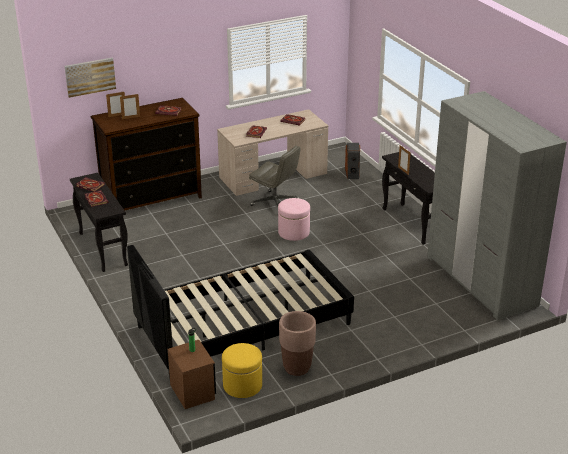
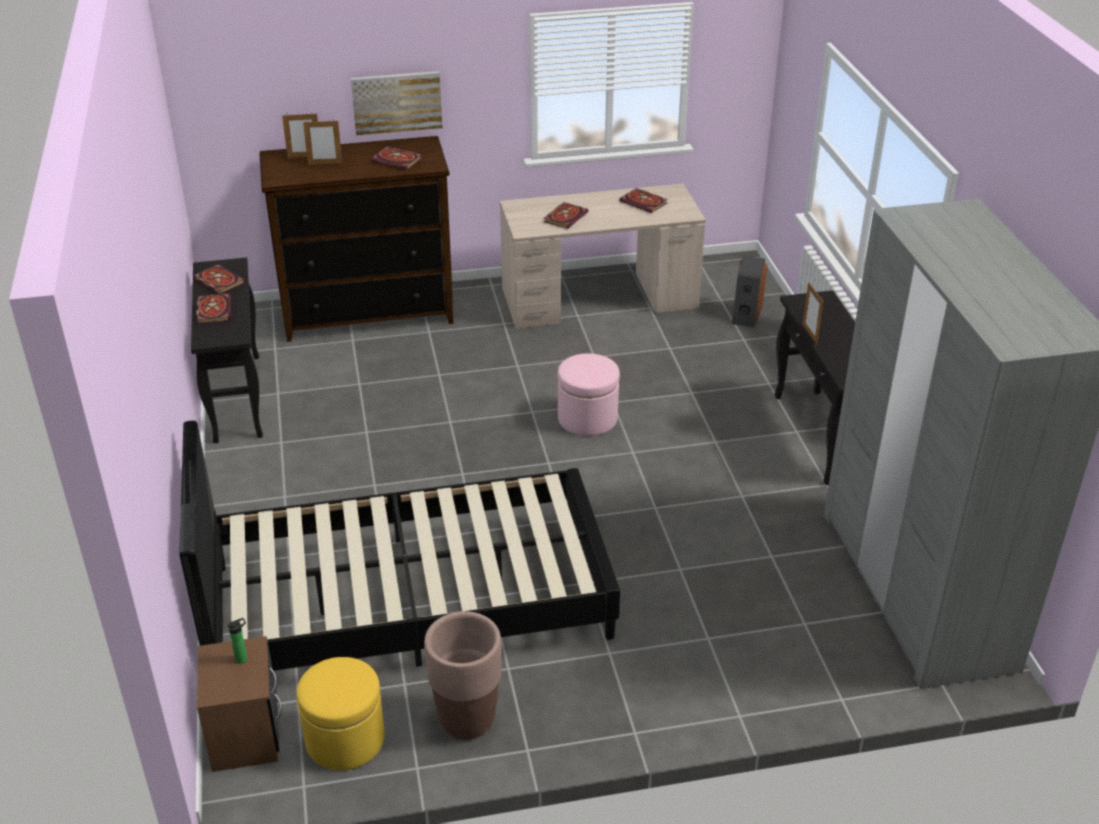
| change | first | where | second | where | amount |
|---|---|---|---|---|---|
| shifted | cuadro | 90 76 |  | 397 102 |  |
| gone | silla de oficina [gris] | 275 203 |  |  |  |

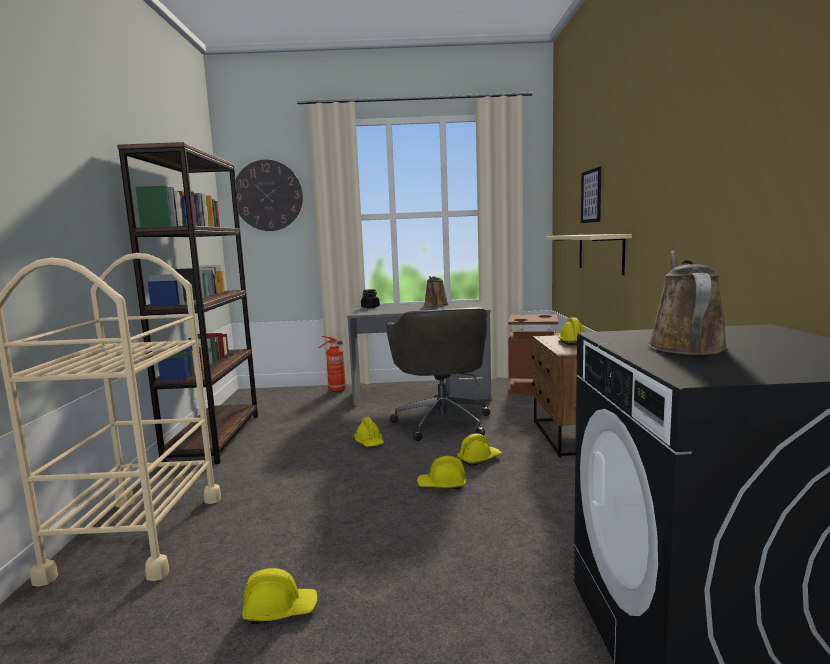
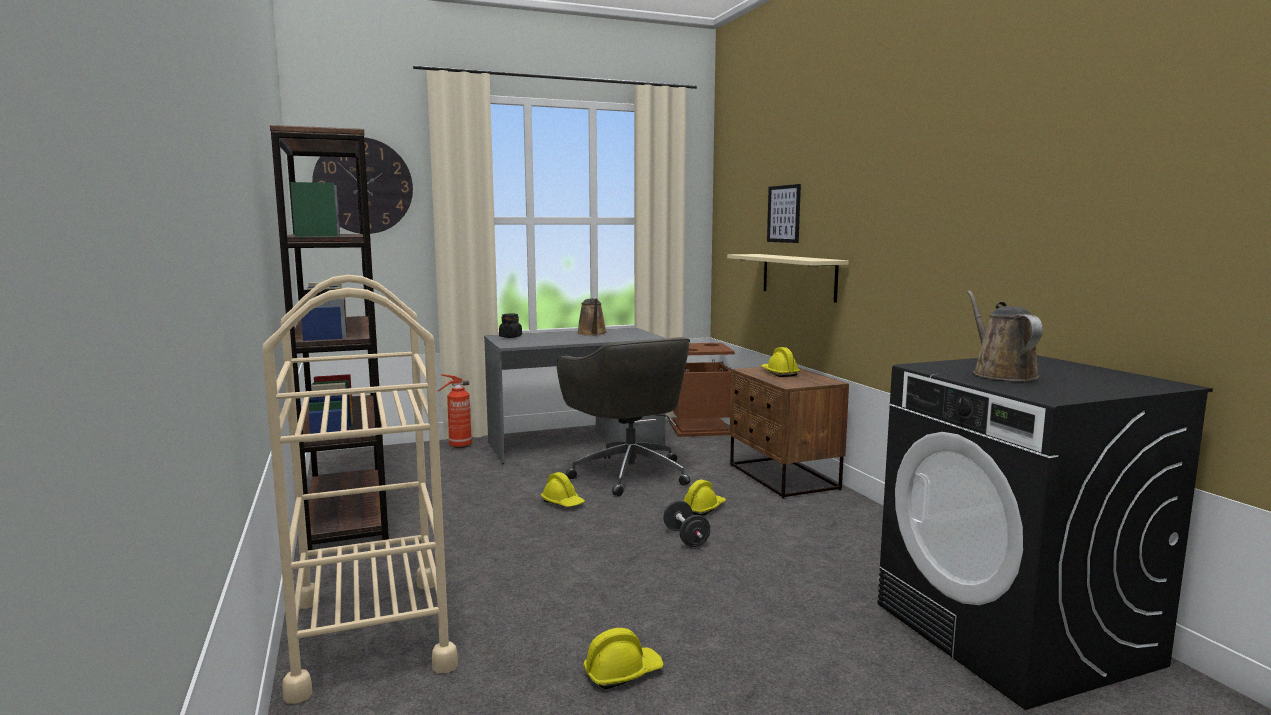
| change | first | where | second | where | amount |
|---|---|---|---|---|---|
| swapped | casco [amarillo] | 442 485 | mancuerna [negro] | 686 538 |  |

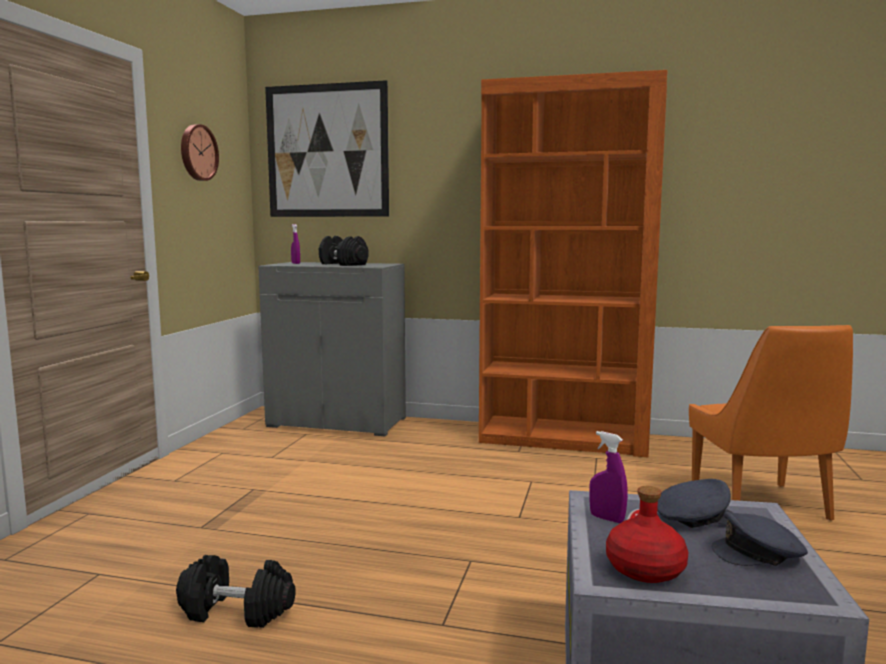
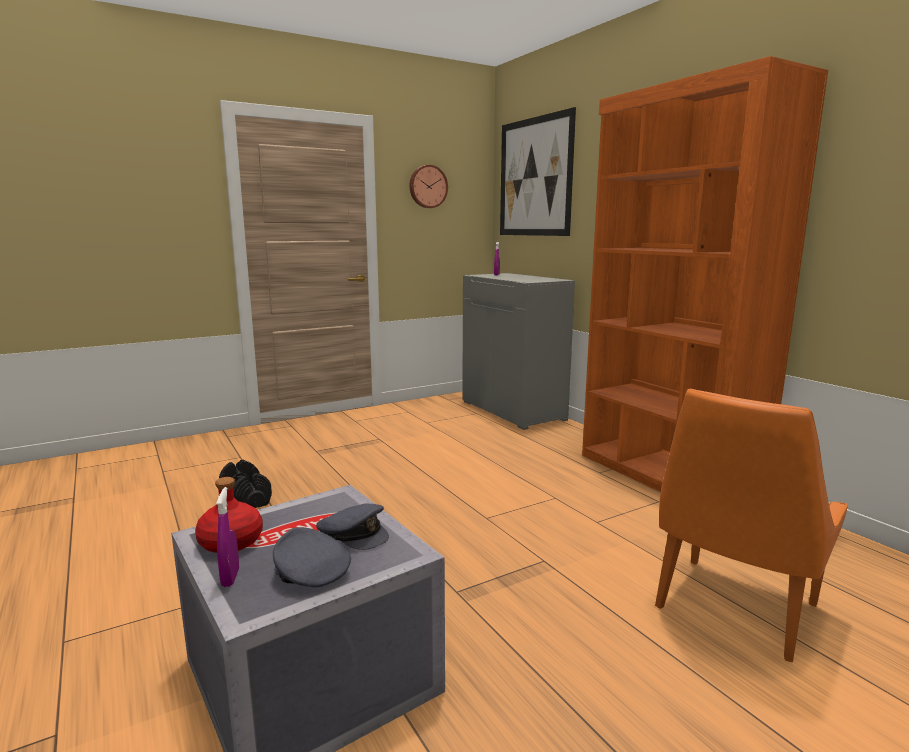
| change | first | where | second | where | amount |
|---|---|---|---|---|---|
| gone | mancuerna [negro] | 342 264 |  |  |  |
| shifted | pulverizador [morado] | 607 518 |  | 230 578 |  |

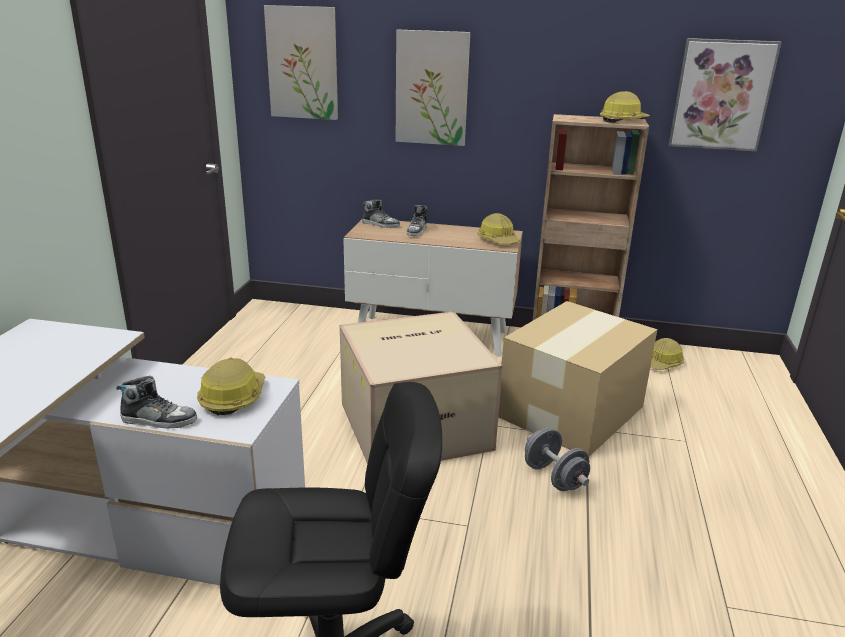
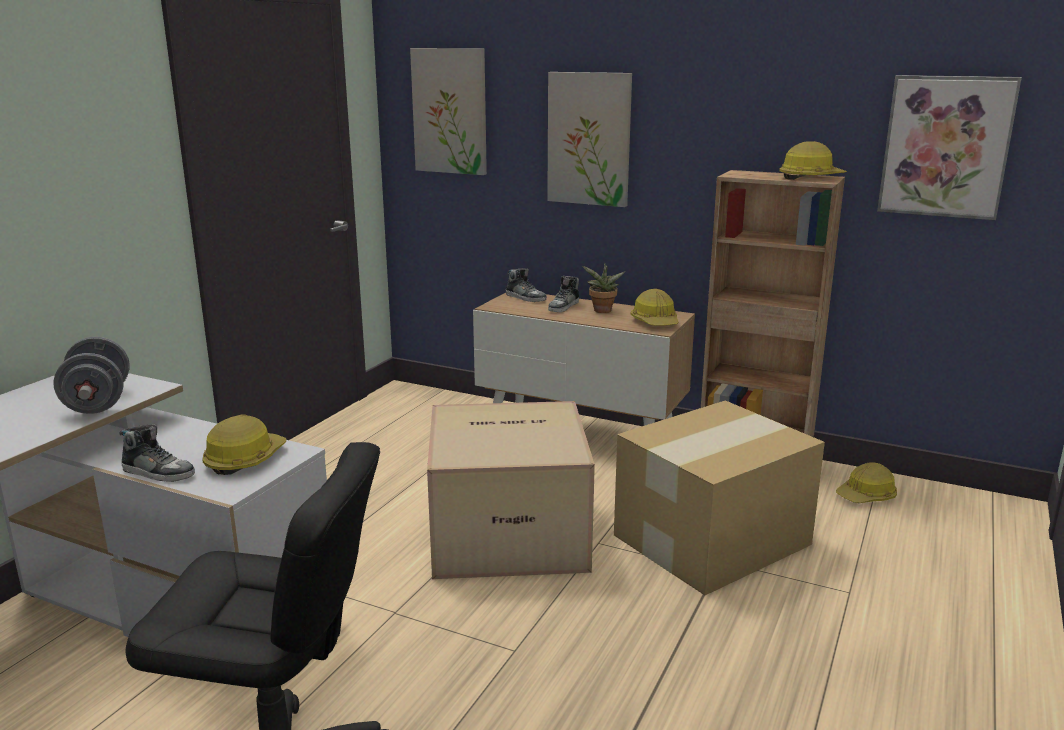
| change | first | where | second | where | amount |
|---|---|---|---|---|---|
| shifted | mancuerna [gris] | 554 477 |  | 98 402 |  |
| new |  |  | planta en maceta | 602 311 |  |

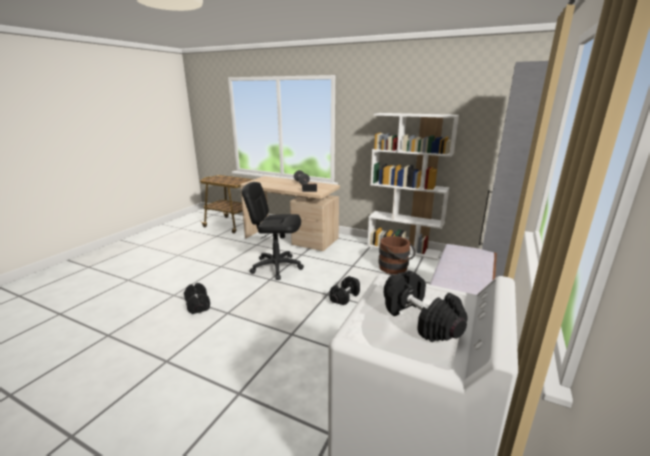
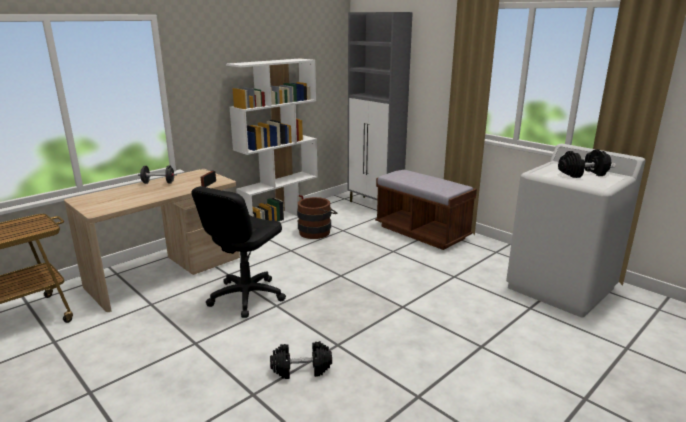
| change | first | where | second | where | amount |
|---|---|---|---|---|---|
| gone | mancuerna [negro] | 345 297 |  |  |  |

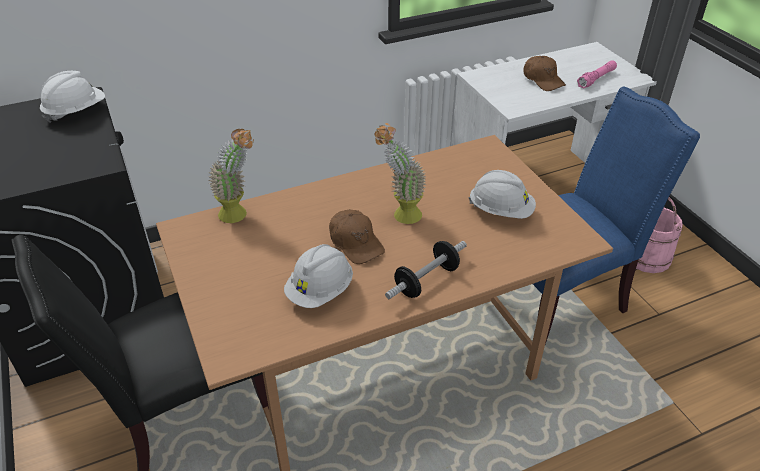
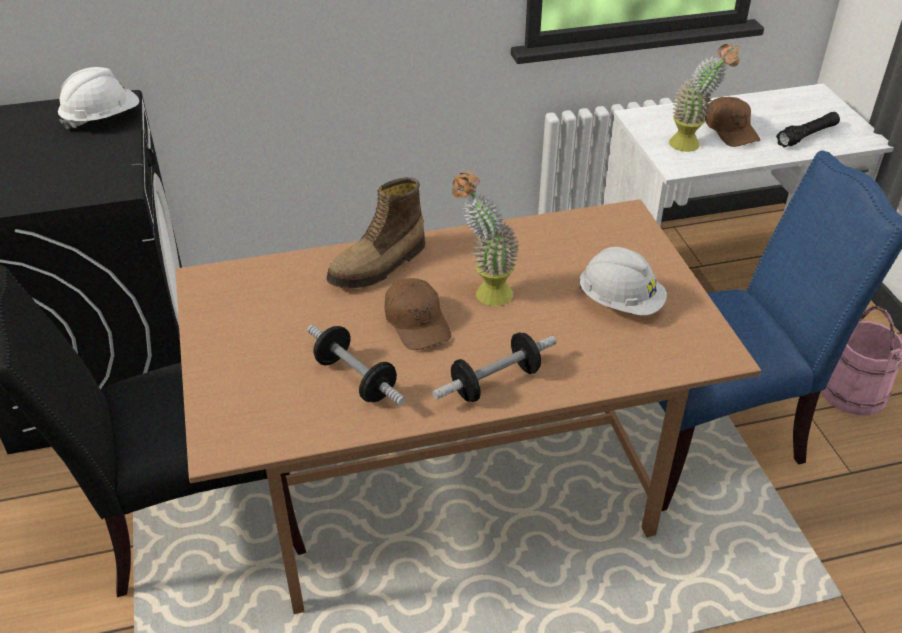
| change | first | where | second | where | amount |
|---|---|---|---|---|---|
| repainted | linterna [rosa] | 596 79 | linterna [negro] | 807 136 |  |
| shifted | planta en maceta | 240 215 |  | 692 145 |  |
| swapped | casco [blanco] | 320 291 | mancuerna | 356 379 |  |
| new |  |  | bota | 379 266 |  |

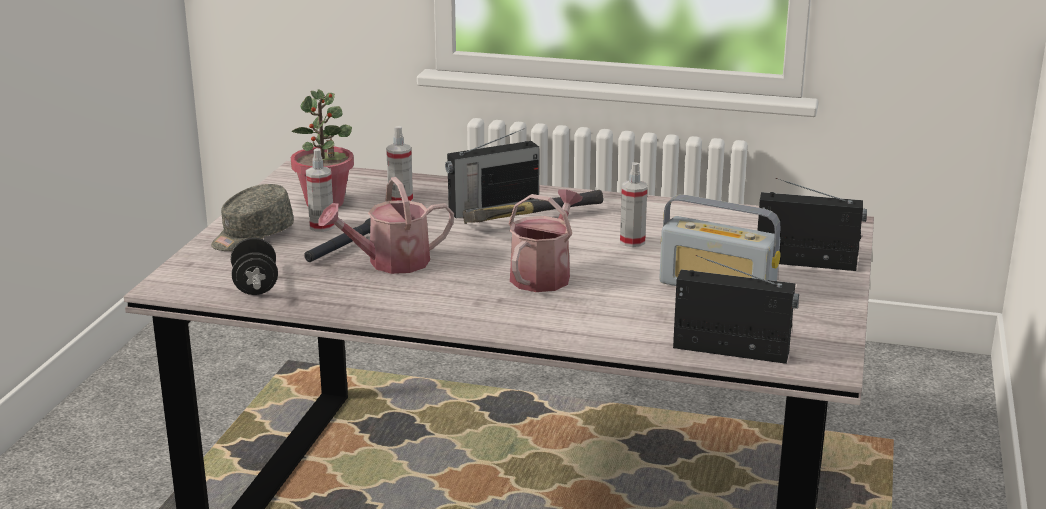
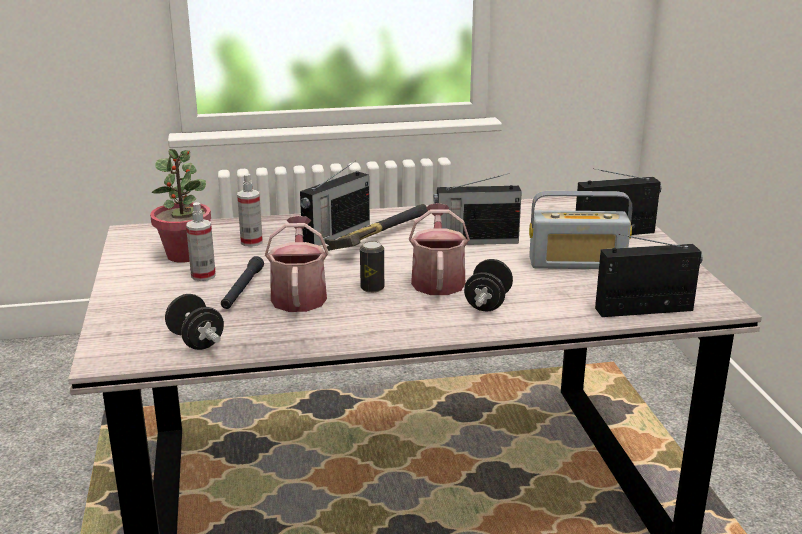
| change | first | where | second | where | amount |
|---|---|---|---|---|---|
| swapped | pulverizador | 632 241 | radio | 475 241 |  |
| rotated | regadera | 390 263 |  | 299 295 | 135 degrees clockwise |
| gone | gorra [gris] | 252 236 |  |  |  |
| new |  |  | lata | 372 288 |  |
| new |  |  | mancuerna [negro] | 488 303 |  |

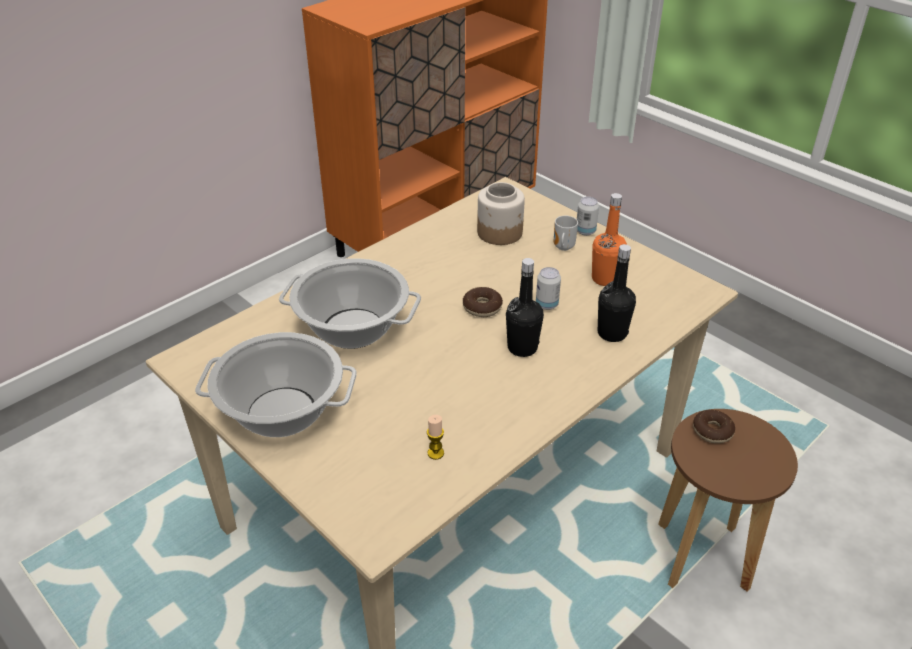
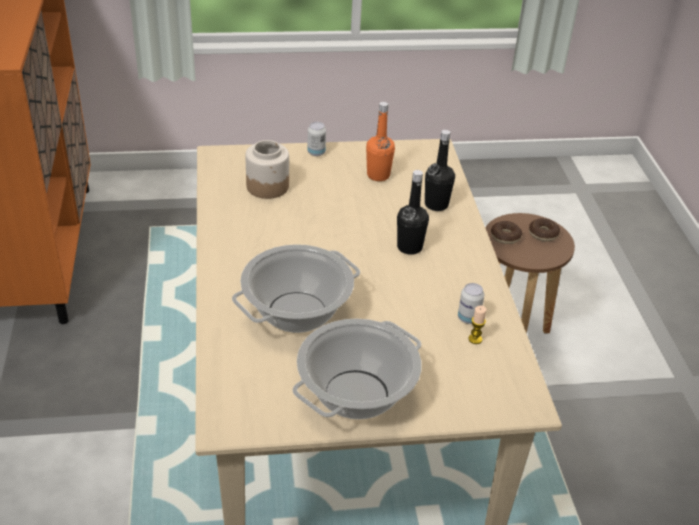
| change | first | where | second | where | amount |
|---|---|---|---|---|---|
| gone | taza grande | 562 248 |  |  |  |
| shifted | lata | 546 304 |  | 468 318 |  |
| shifted | rosquilla | 482 307 |  | 543 234 |  |

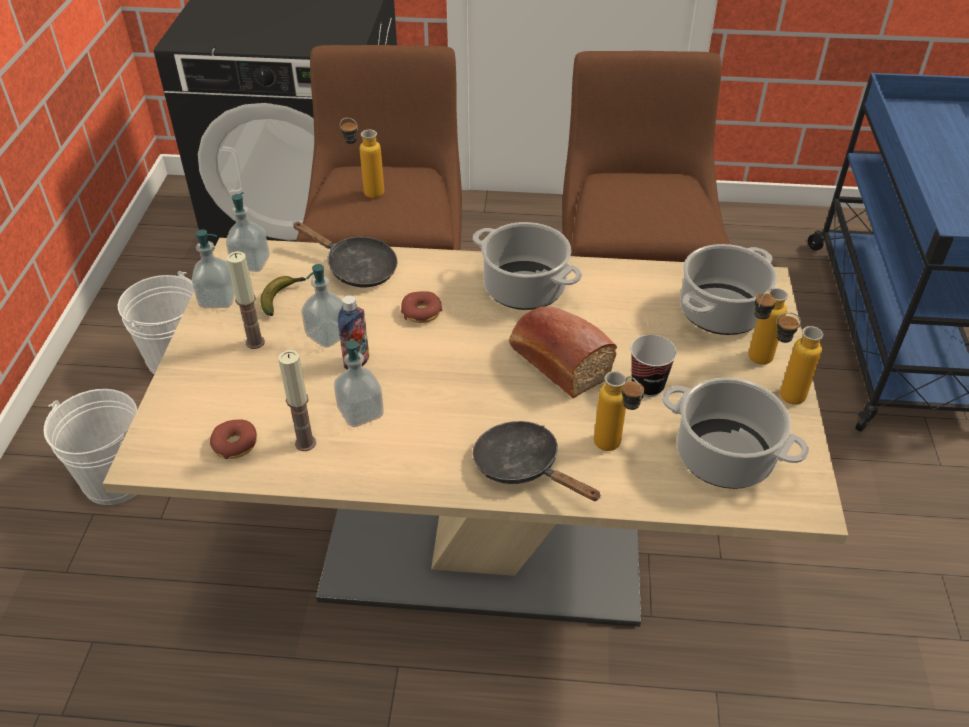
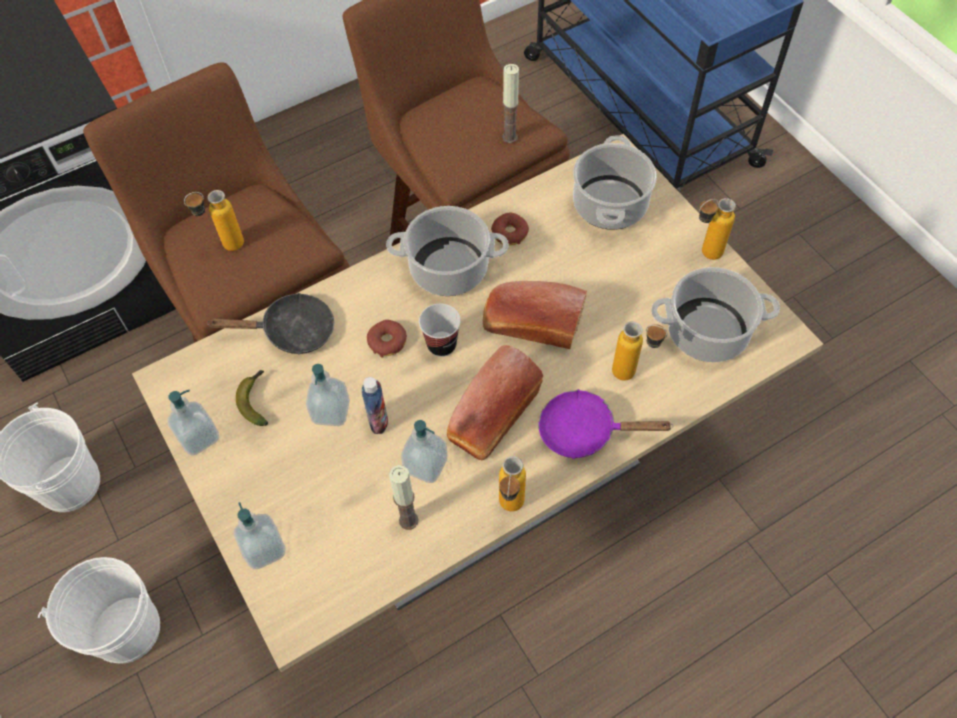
| change | first | where | second | where | amount |
|---|---|---|---|---|---|
| shifted | dispensador de jabón | 251 263 |  | 264 549 |  |
| shifted | vela | 255 342 |  | 510 137 |  |
| shifted | botella | 754 362 |  | 510 510 |  |
| shifted | taza | 647 386 |  | 441 345 |  |
| shifted | rosquilla | 235 444 |  | 510 233 |  |
| repainted | sartén [negro] | 523 467 | sartén [morado] | 584 431 |  |
| new |  |  | pan | 491 417 |  |

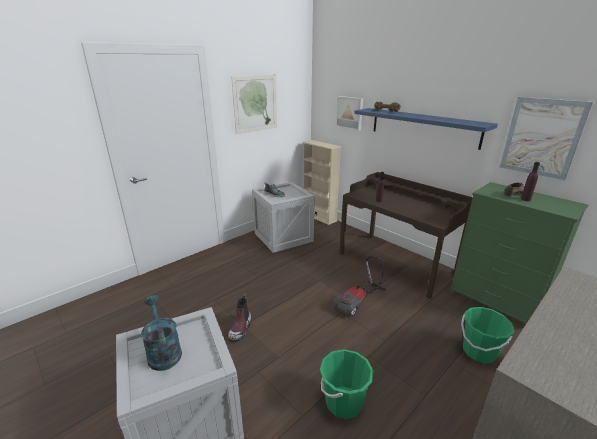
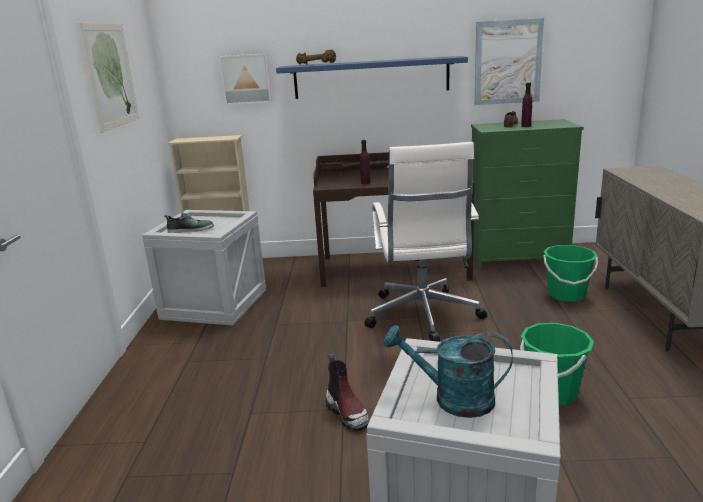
| change | first | where | second | where | amount |
|---|---|---|---|---|---|
| swapped | aspiradora | 358 303 | silla de oficina [blanco] | 423 316 |  |

